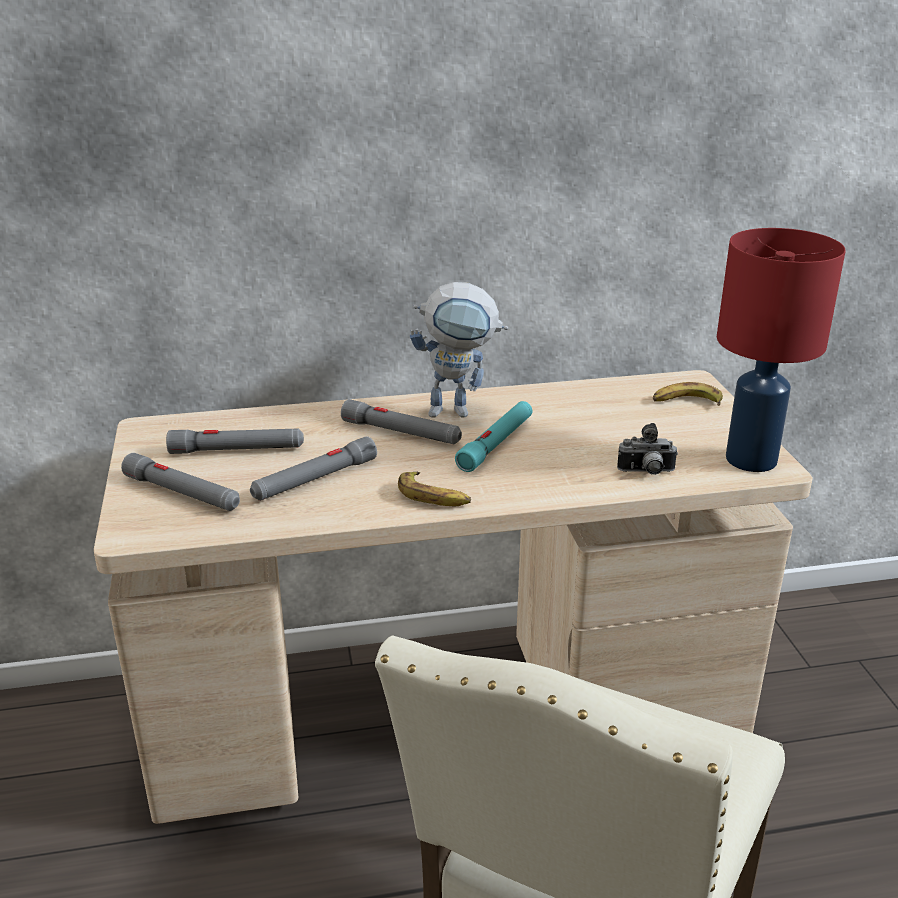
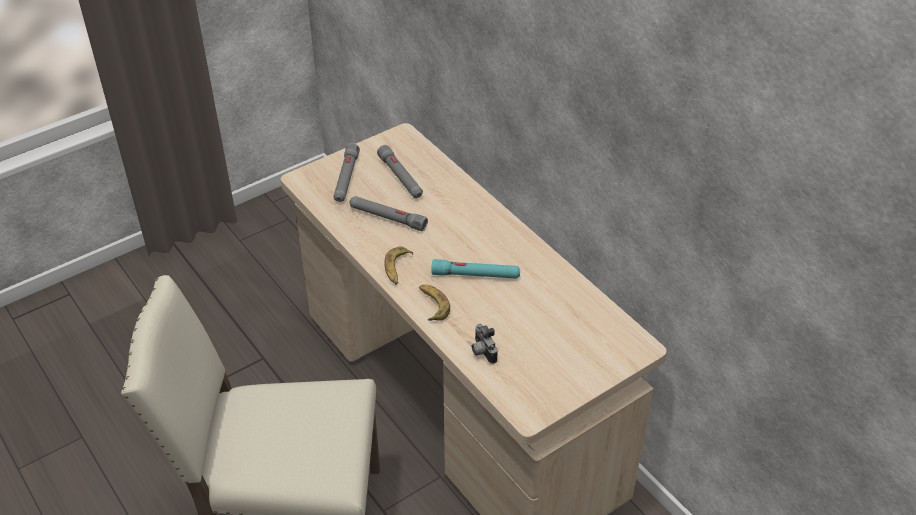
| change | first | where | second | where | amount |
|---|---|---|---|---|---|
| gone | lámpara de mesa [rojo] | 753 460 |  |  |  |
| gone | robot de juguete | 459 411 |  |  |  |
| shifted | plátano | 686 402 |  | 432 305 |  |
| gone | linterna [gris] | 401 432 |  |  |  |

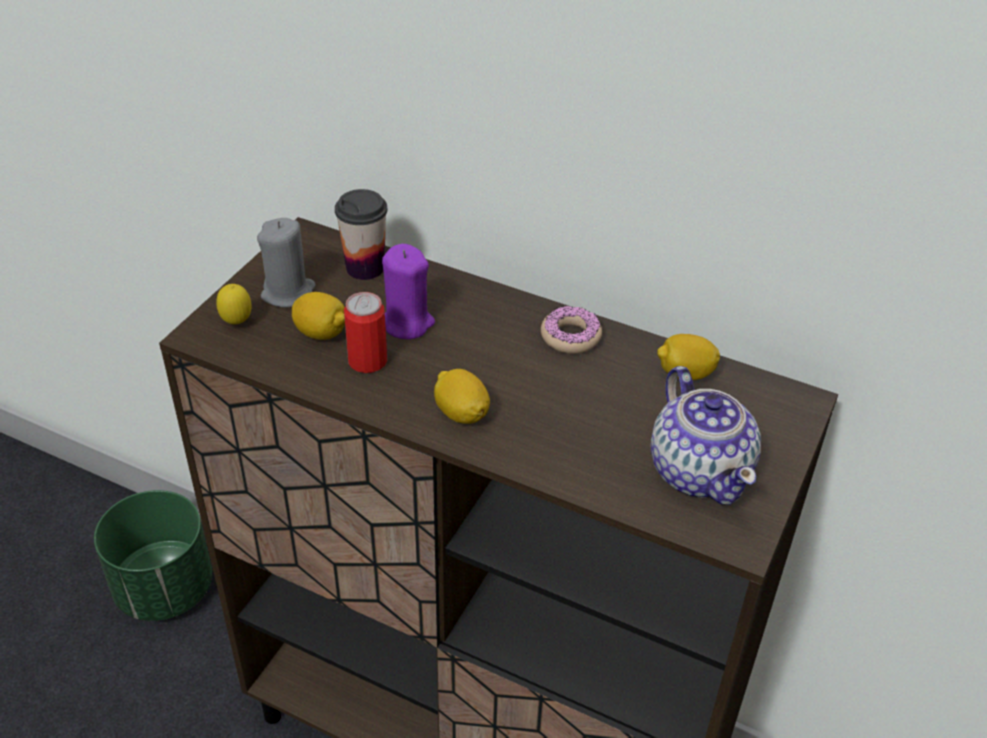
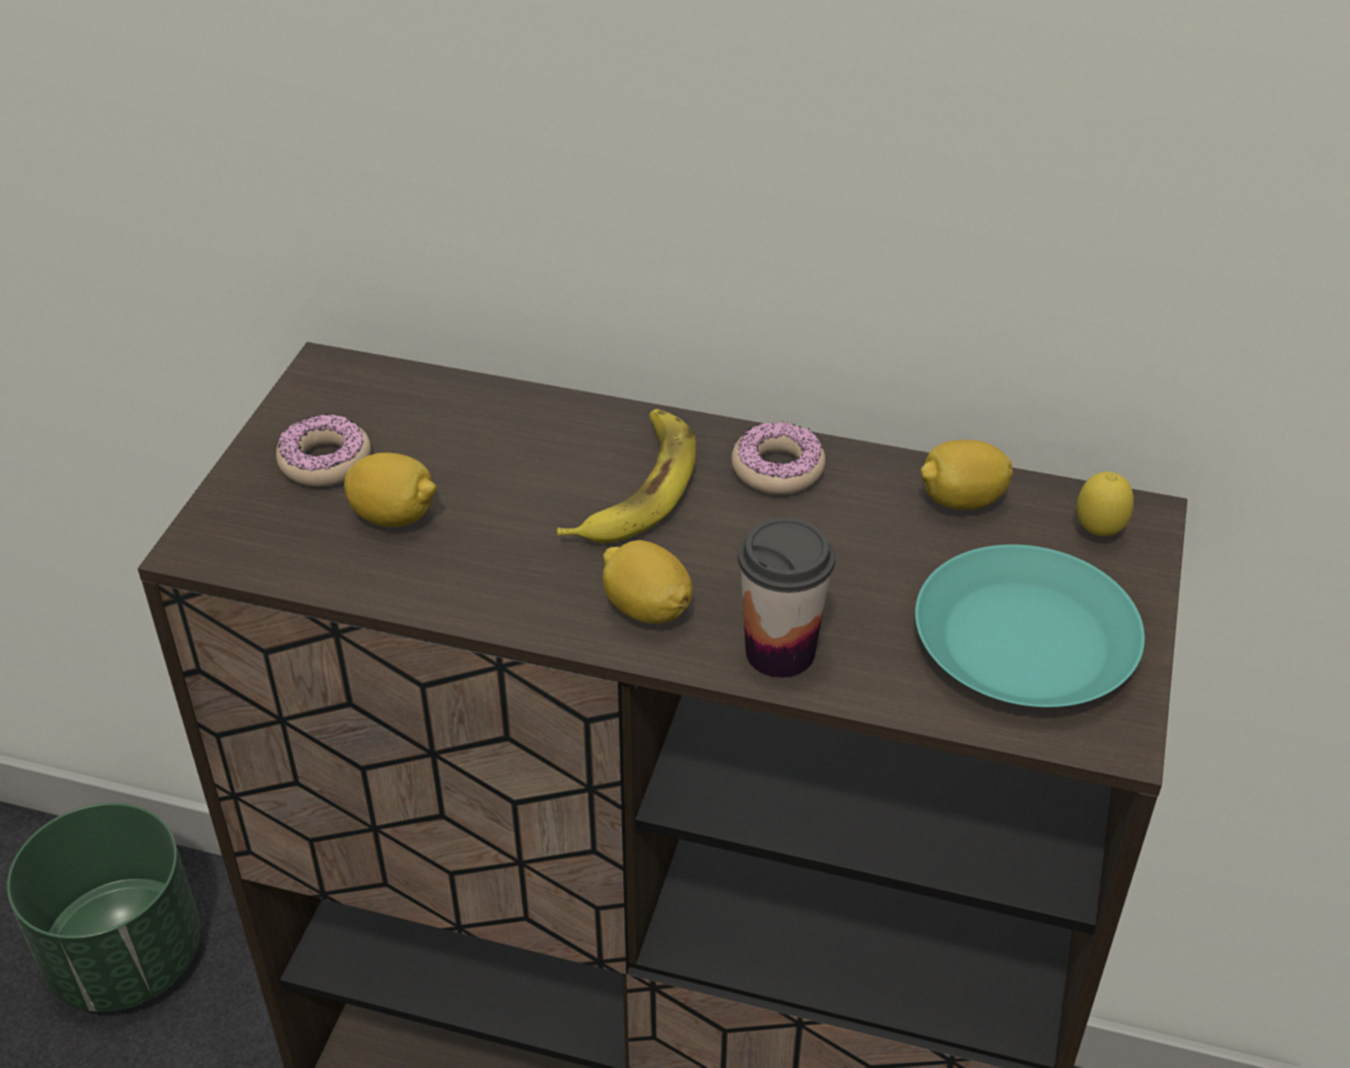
| change | first | where | second | where | amount |
|---|---|---|---|---|---|
| shifted | taza | 365 268 |  | 780 652 |  |
| swapped | vela [gris] | 288 293 | rosquilla | 325 461 |  |
| gone | vela [morado] | 406 323 |  |  |  |
| shifted | limón | 237 323 |  | 1098 533 |  |
| gone | lata | 367 361 |  |  |  |
| swapped | tetera | 700 470 | plato [turquesa] | 1024 641 |  |
| new |  |  | plátano | 637 488 |  |

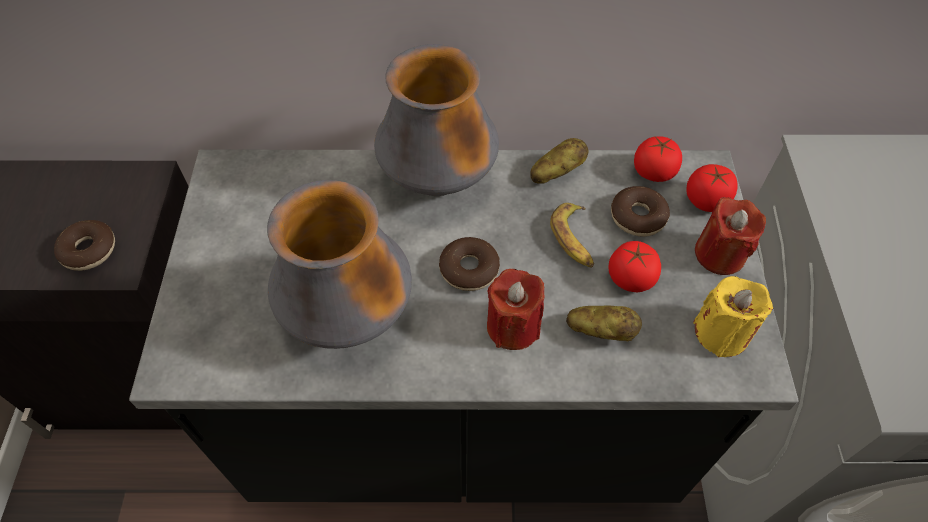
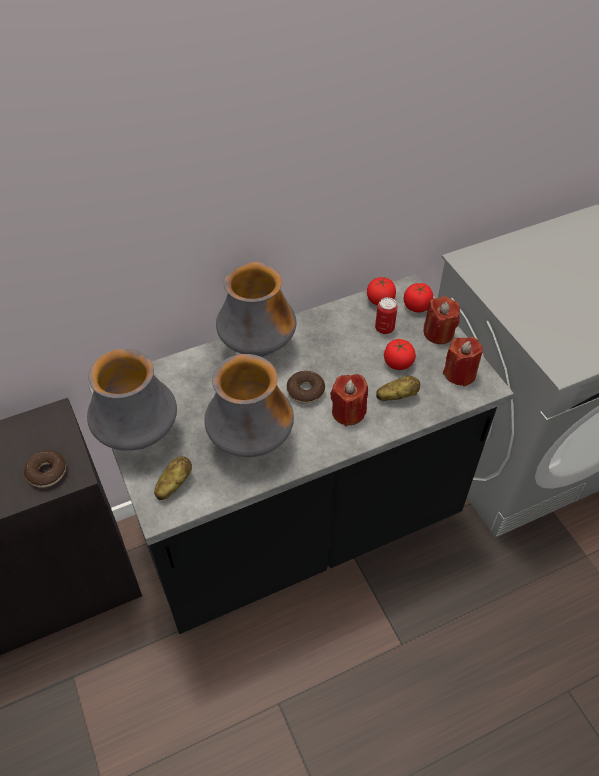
| change | first | where | second | where | amount |
|---|---|---|---|---|---|
| shifted | patata | 556 172 |  | 173 484 |  |
| swapped | rosquilla | 637 217 | lata | 384 328 |  |
| gone | plátano | 574 240 |  |  |  |
| repainted | vela [amarillo] | 721 333 | vela [rojo] | 460 373 |  |
| new |  |  | florero | 139 437 |  |

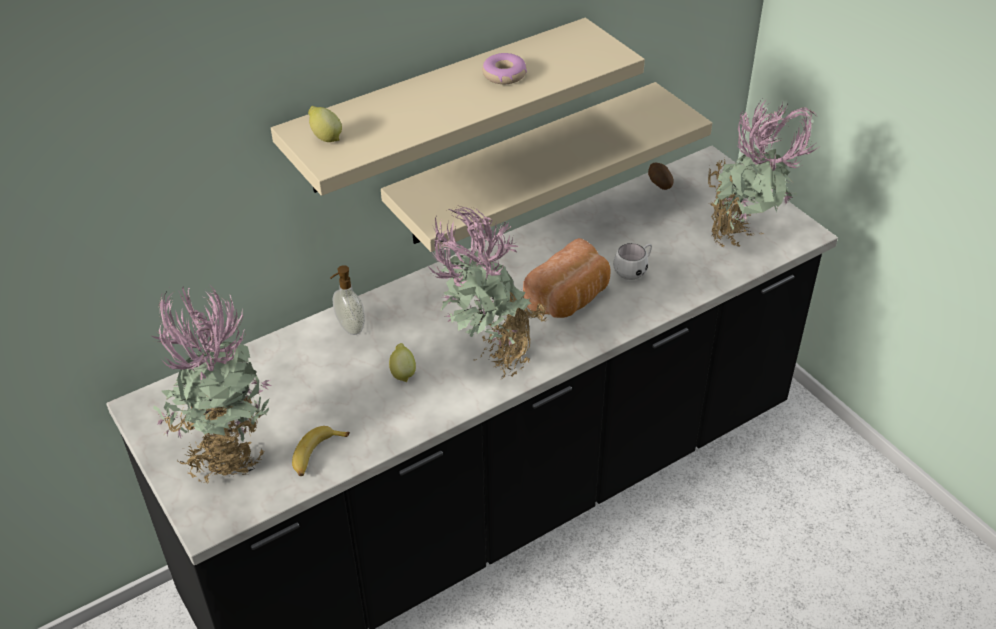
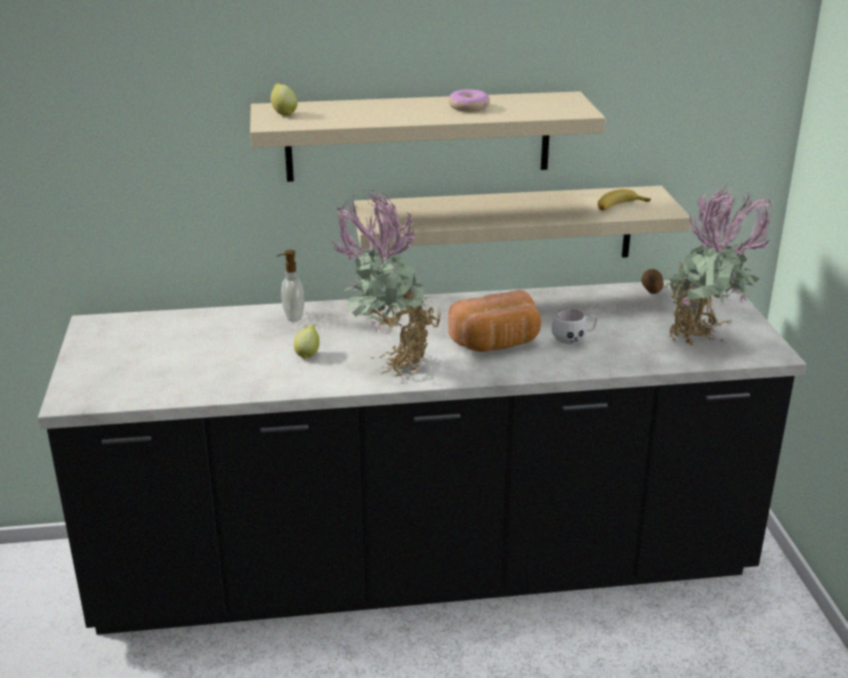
| change | first | where | second | where | amount |
|---|---|---|---|---|---|
| gone | planta en maceta | 226 453 |  |  |  |
| shifted | plátano | 317 455 |  | 619 207 |  |

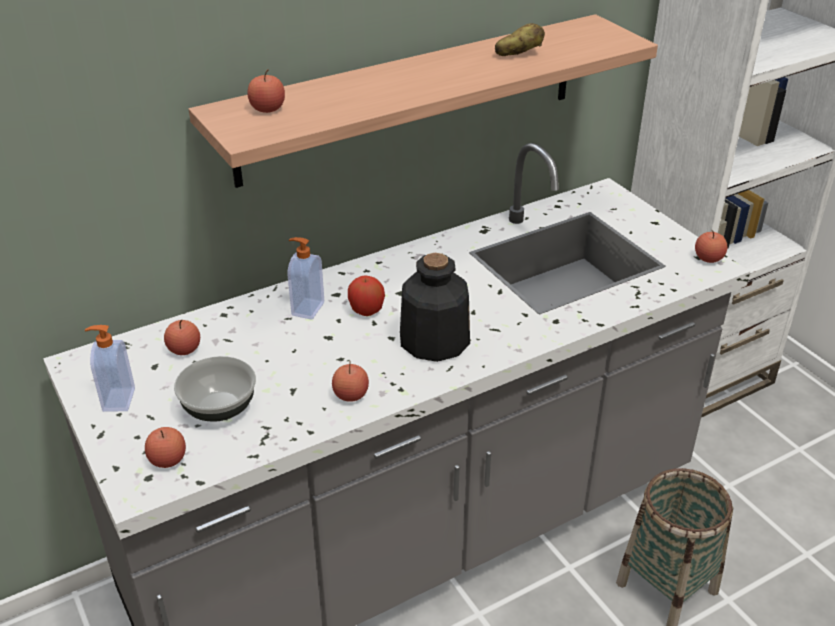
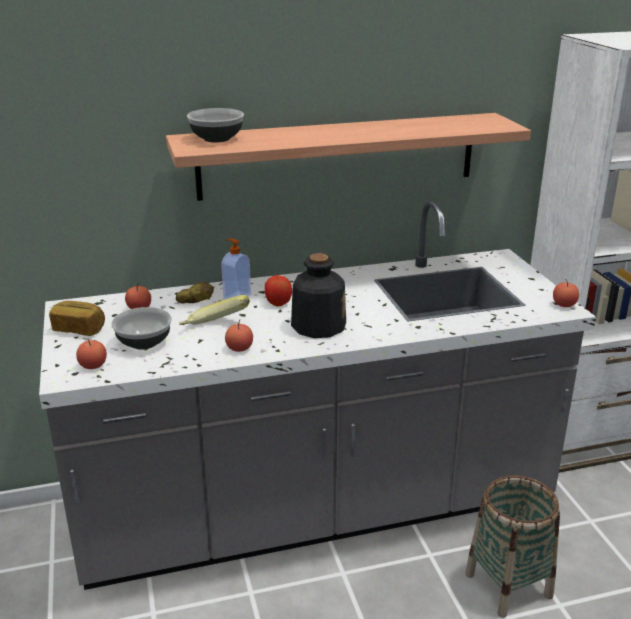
| change | first | where | second | where | amount |
|---|---|---|---|---|---|
| shifted | patata | 518 54 |  | 195 303 |  |
| swapped | manzana | 267 109 | cuenco | 217 139 |  |
| swapped | dispensador de jabón | 117 400 | pan | 79 329 |  |
| new |  |  | plátano | 215 328 |  |

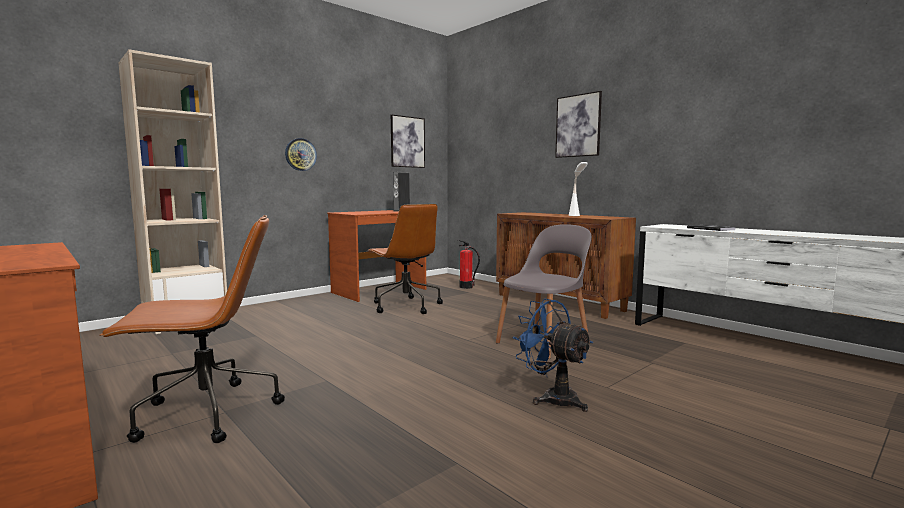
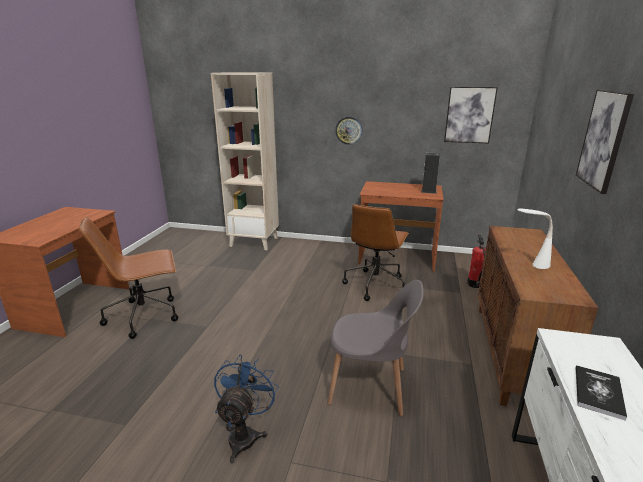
| change | first | where | second | where | amount |
|---|---|---|---|---|---|
| rotated | silla de oficina [marrón] | 205 414 |  | 144 316 | 120 degrees clockwise |

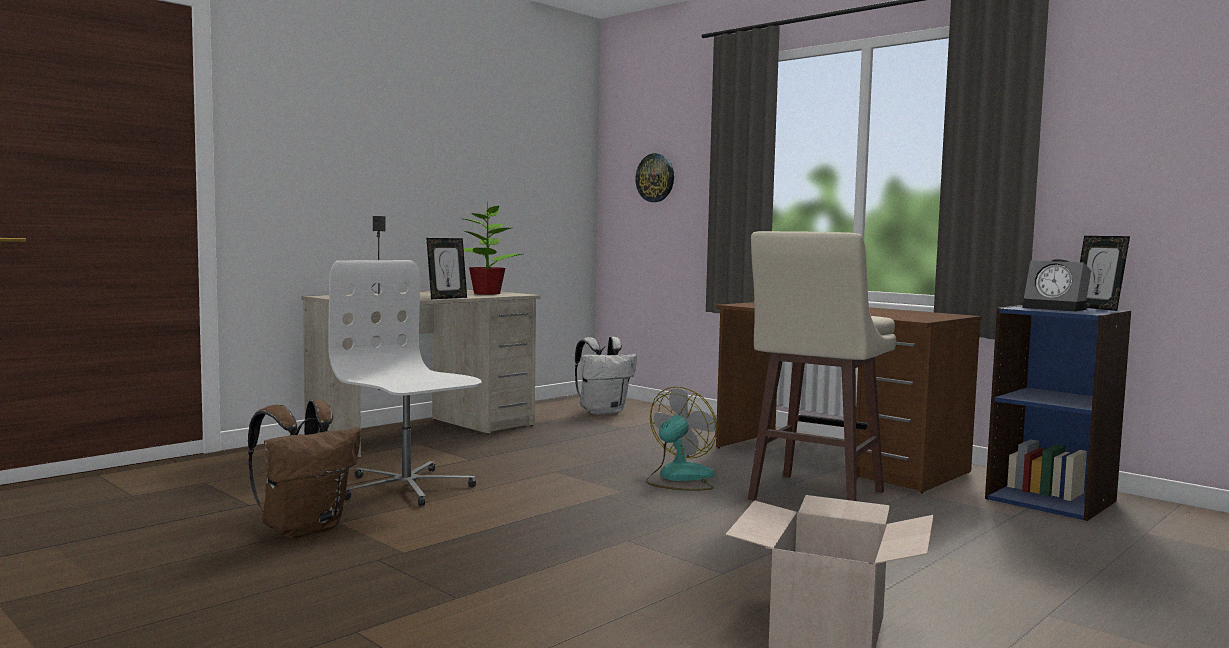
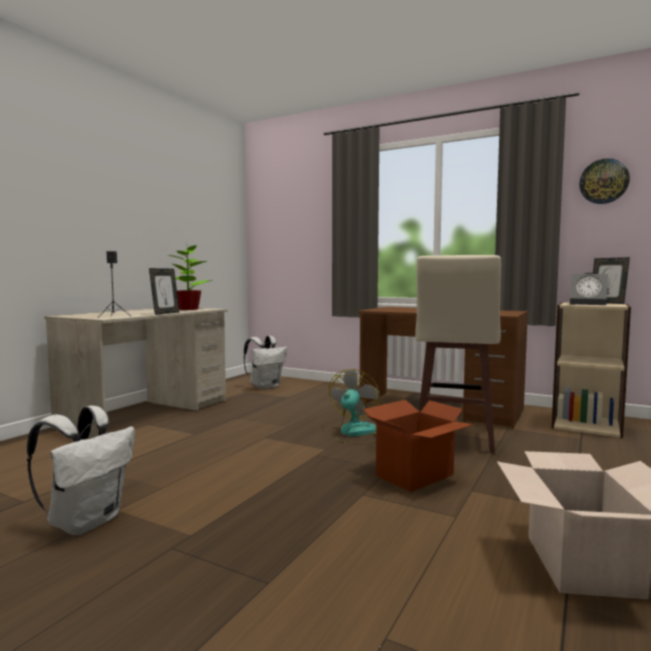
| change | first | where | second | where | amount |
|---|---|---|---|---|---|
| shifted | reloj de pared | 655 178 |  | 603 181 |  |
| gone | silla de oficina [blanco] | 405 488 |  |  |  |
| repainted | estantería [azul] | 1051 499 | estantería [beis] | 586 424 |  |
| repainted | mochila [marrón] | 304 528 | mochila [blanco] | 86 521 |  |
| new |  |  | caja de cartón | 415 475 |  |

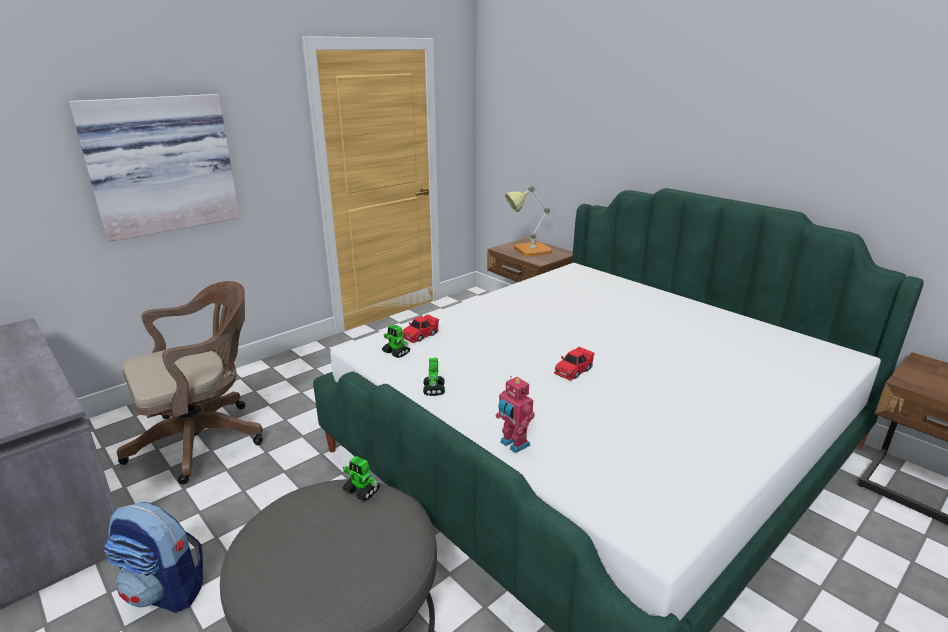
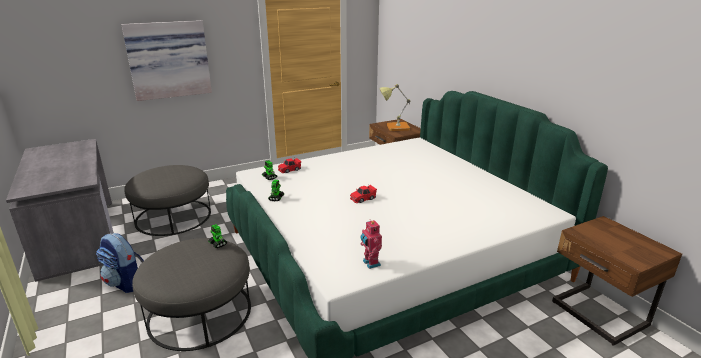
| change | first | where | second | where | amount |
|---|---|---|---|---|---|
| swapped | silla de oficina [marrón] | 204 439 | puf [gris] | 173 216 |  |
| shifted | robot de juguete | 513 444 |  | 370 263 |  |

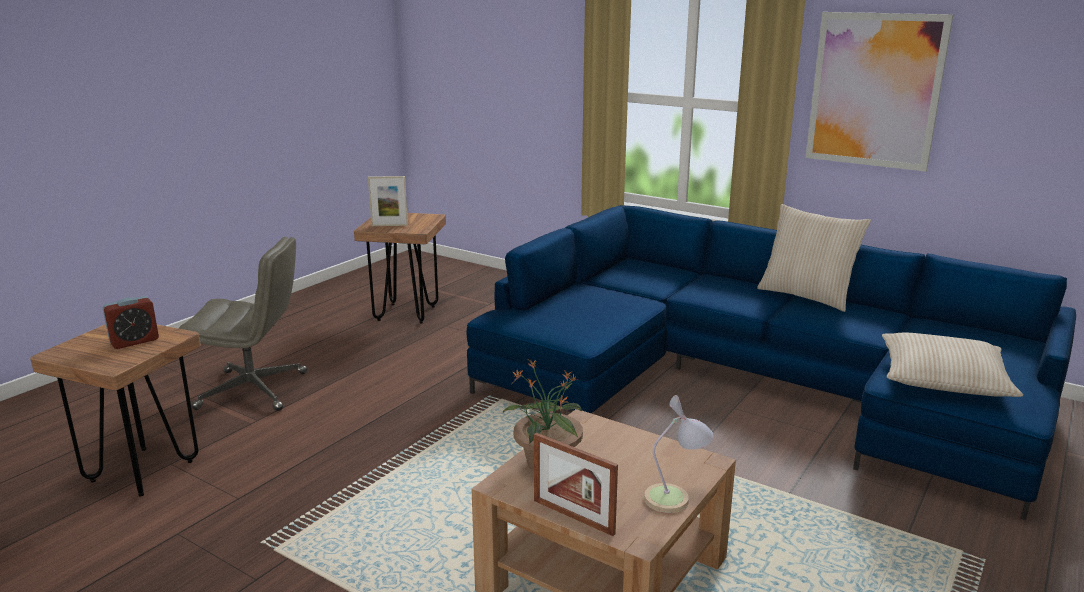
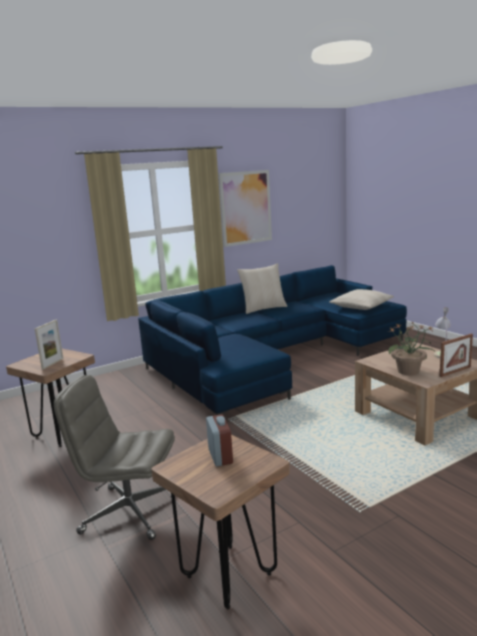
| change | first | where | second | where | amount |
|---|---|---|---|---|---|
| rotated | silla de oficina [gris] | 254 390 |  | 128 512 | 105 degrees counterclockwise |

